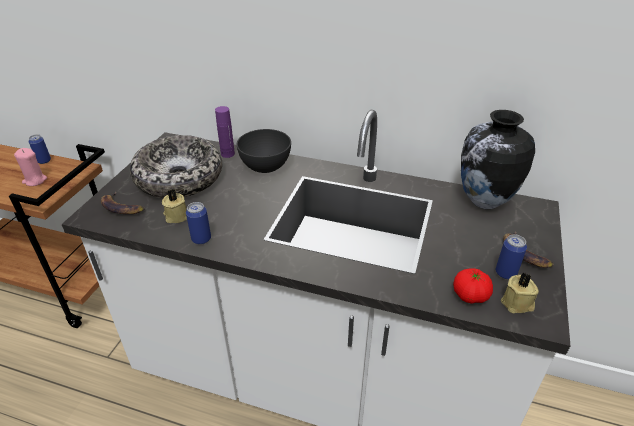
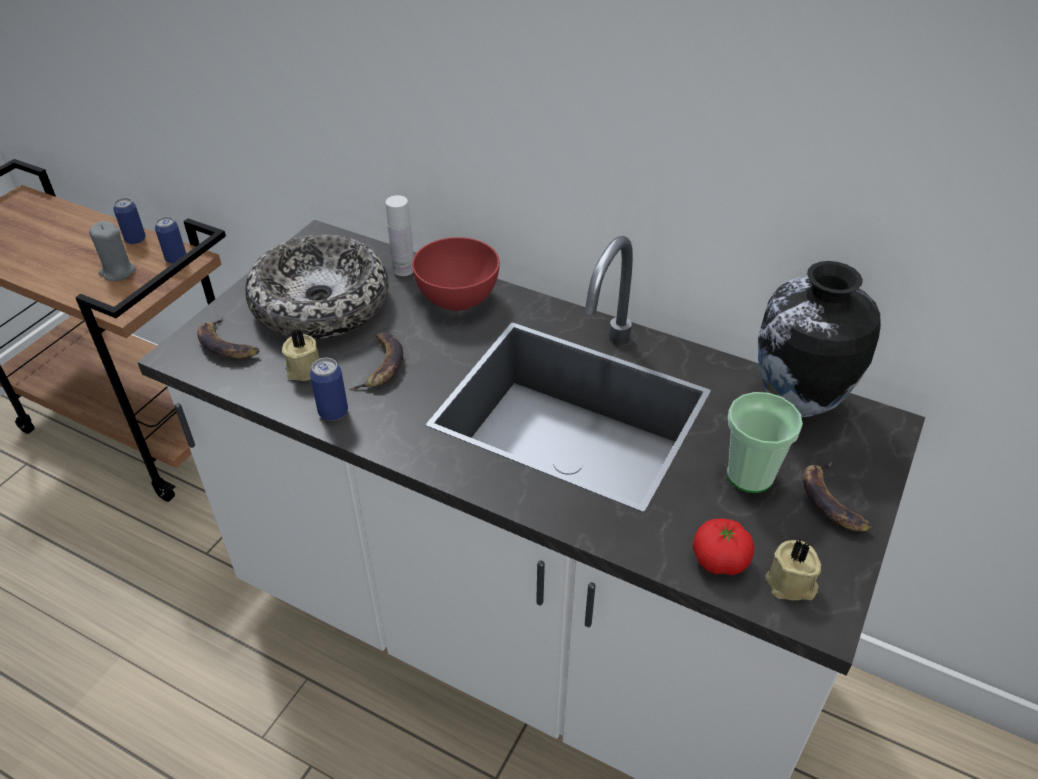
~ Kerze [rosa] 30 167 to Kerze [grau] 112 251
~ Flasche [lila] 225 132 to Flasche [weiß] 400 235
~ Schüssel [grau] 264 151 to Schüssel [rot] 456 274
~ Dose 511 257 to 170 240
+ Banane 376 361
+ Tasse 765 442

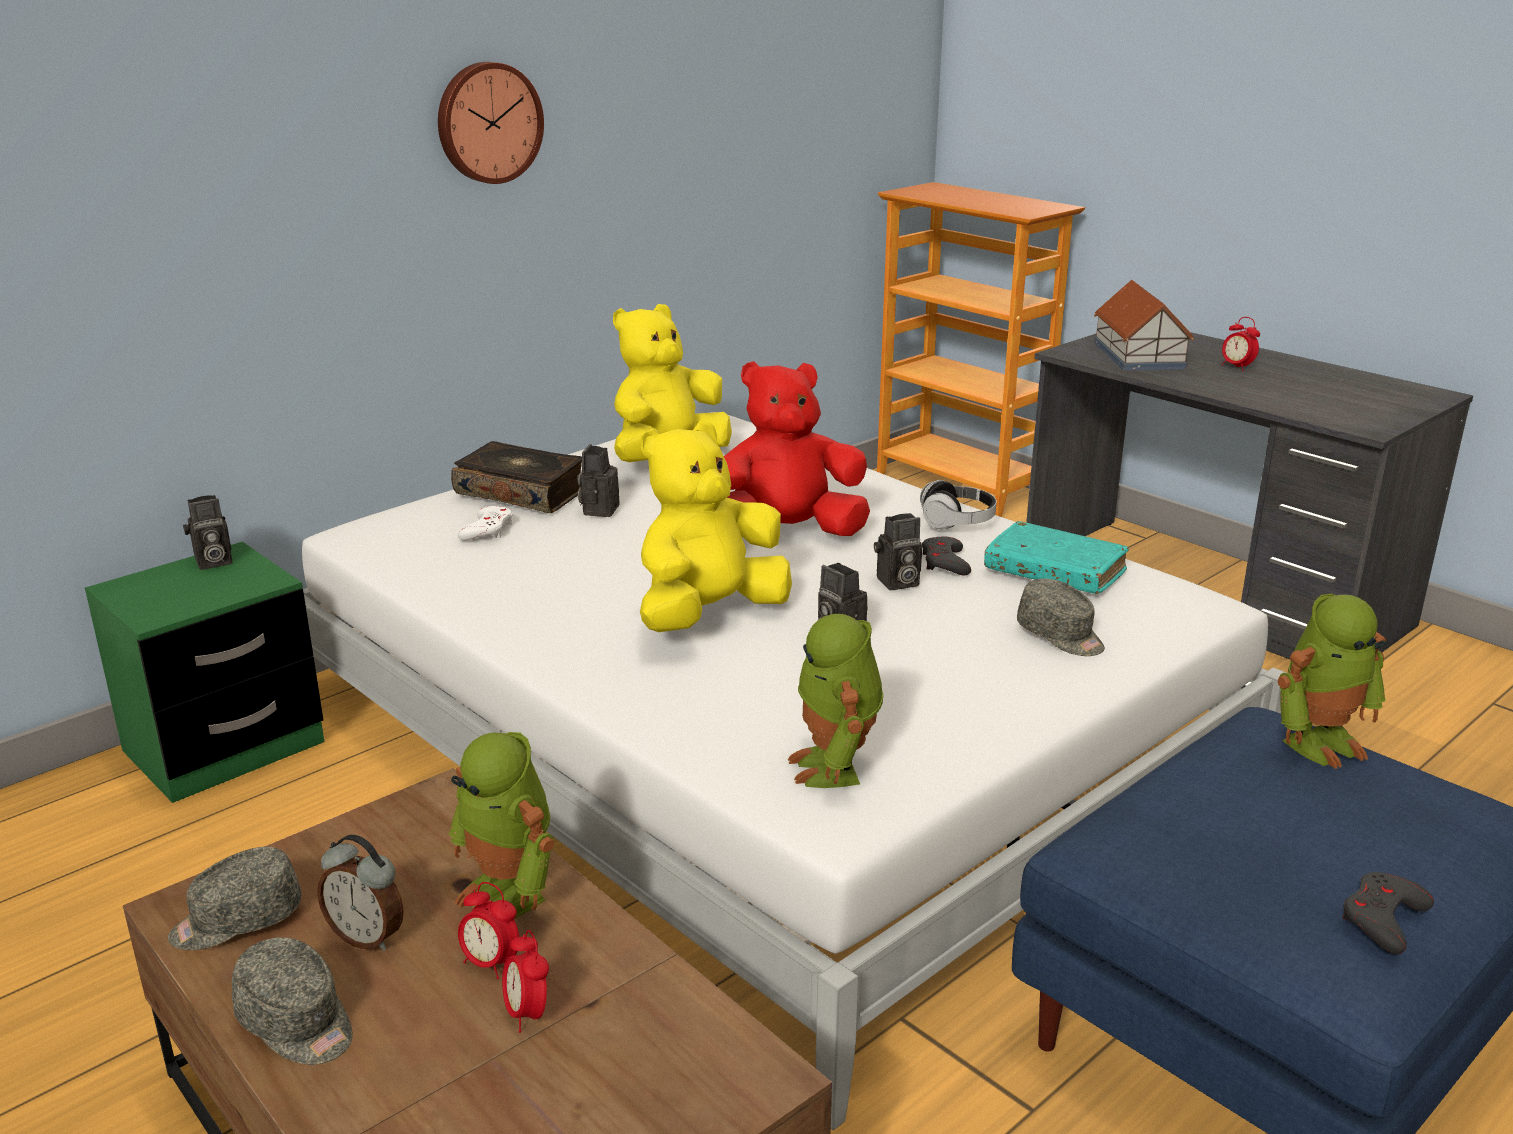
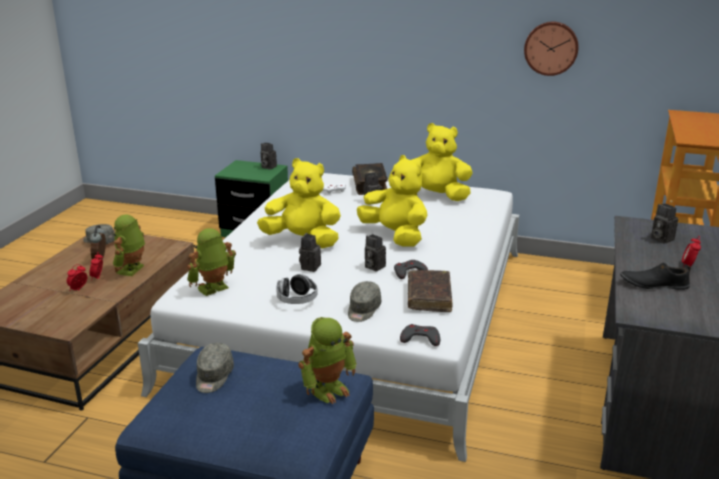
~ Kappe [grau] 292 1001 to 215 368
~ Wanduhr 491 123 to 551 49
~ Plüschtier [rot] 797 448 to Plüschtier [gelb] 392 200
~ Kopfhörer 958 505 to 297 289
~ Buch [türkis] 1056 557 to Buch [braun] 430 291
~ Spielzeughaus 1144 325 to Kamera 664 224
~ Spielzeugroboter 1332 681 = 327 360 75 degrees counterclockwise
~ Gamepad [grau] 1388 913 to 420 335
+ Schuh [schwarz] 655 276

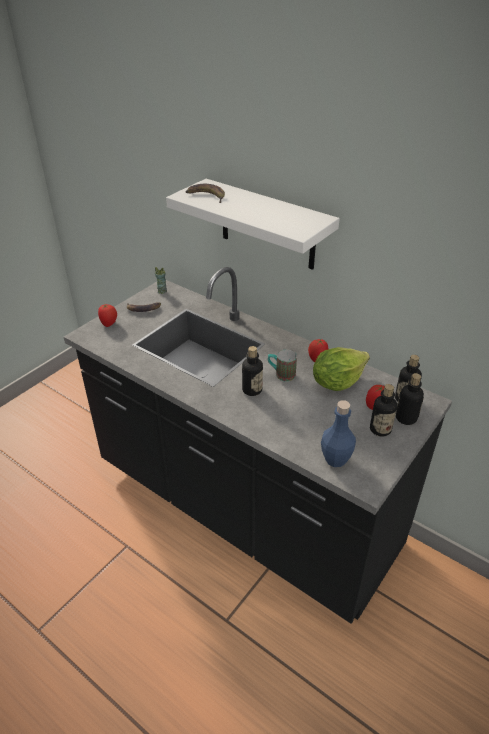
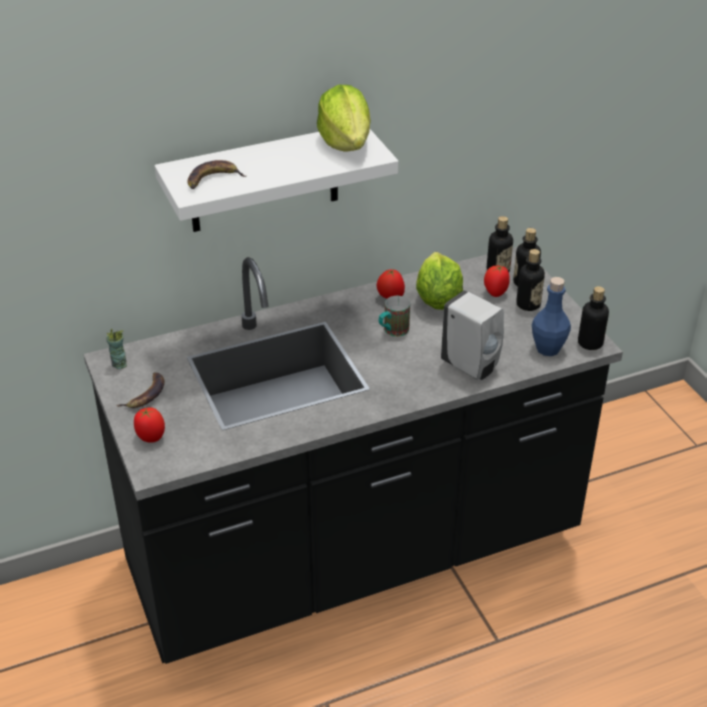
~ Flasche 252 371 to 593 318
+ Salatkopf 344 118
+ Seifenspender [weiß] 472 335

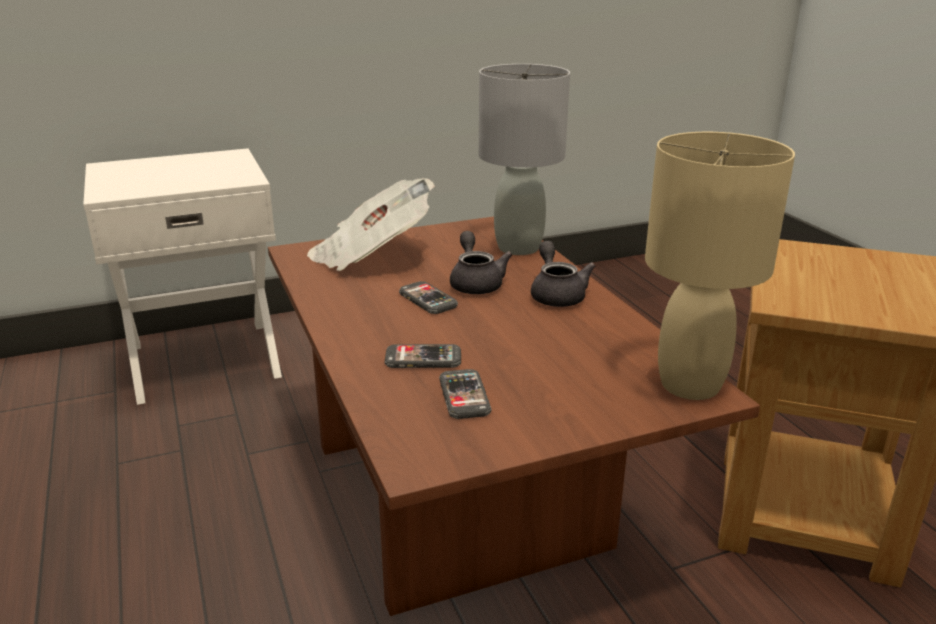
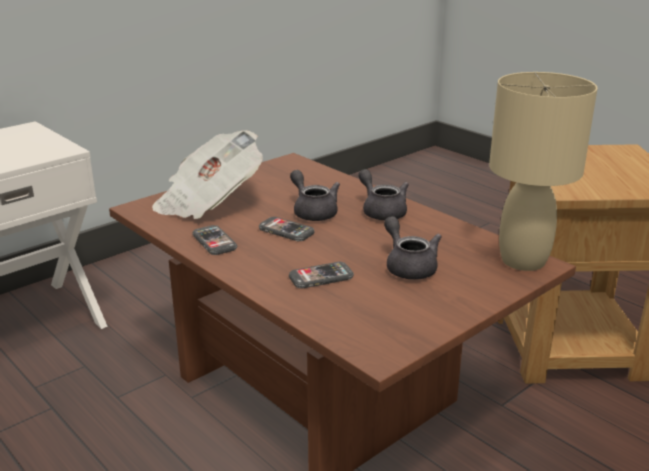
~ Handy 465 394 to 214 240
- Tischlampe [grau] 524 159
+ Teekanne [grau] 413 248

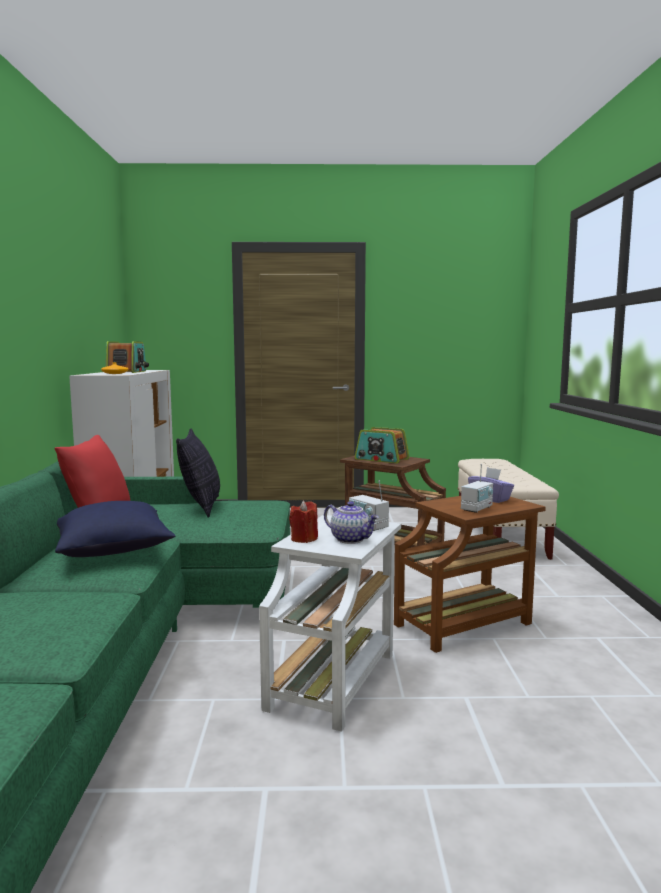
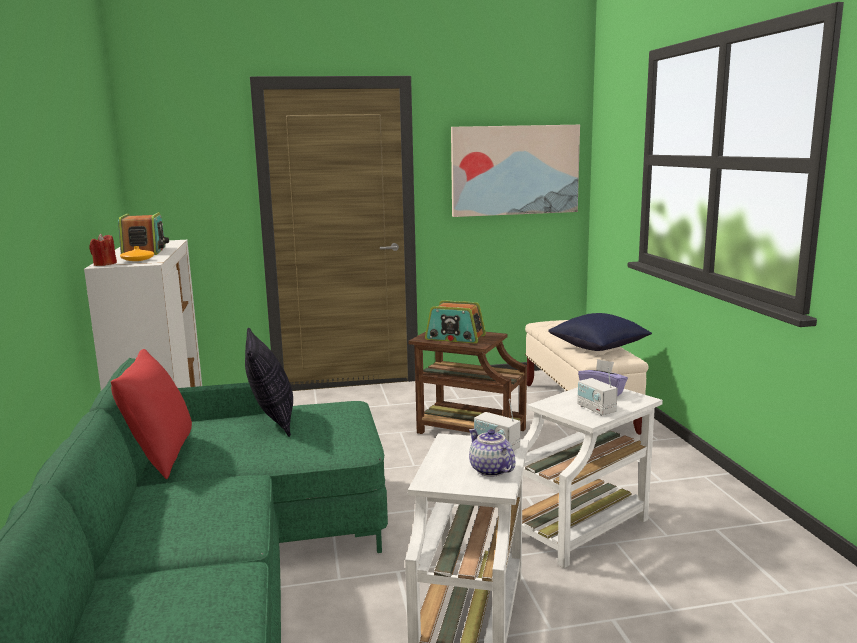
~ Kissen [blau] 115 529 to 600 332
~ Kerze [rot] 303 522 to 103 250
~ Teekanne 351 522 = 492 453 150 degrees counterclockwise
~ Beistelltisch [braun] 470 574 to Beistelltisch [weiß] 592 477
~ Radio 477 488 = 597 391 120 degrees clockwise
+ Bild 515 171

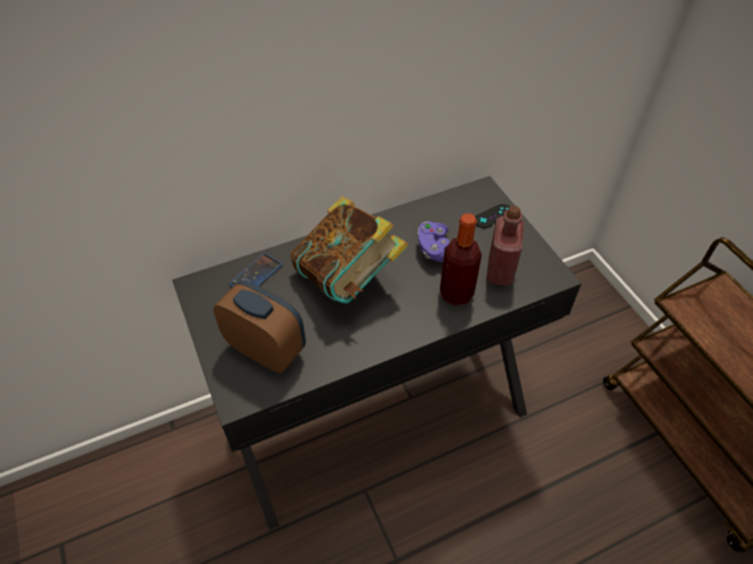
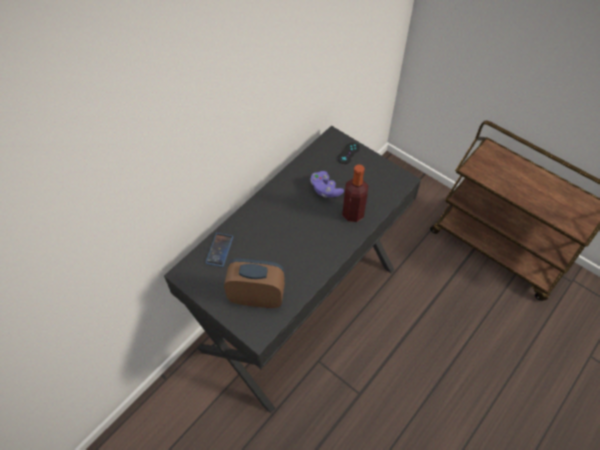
- Buch 349 250
- Flasche [rot] 505 246

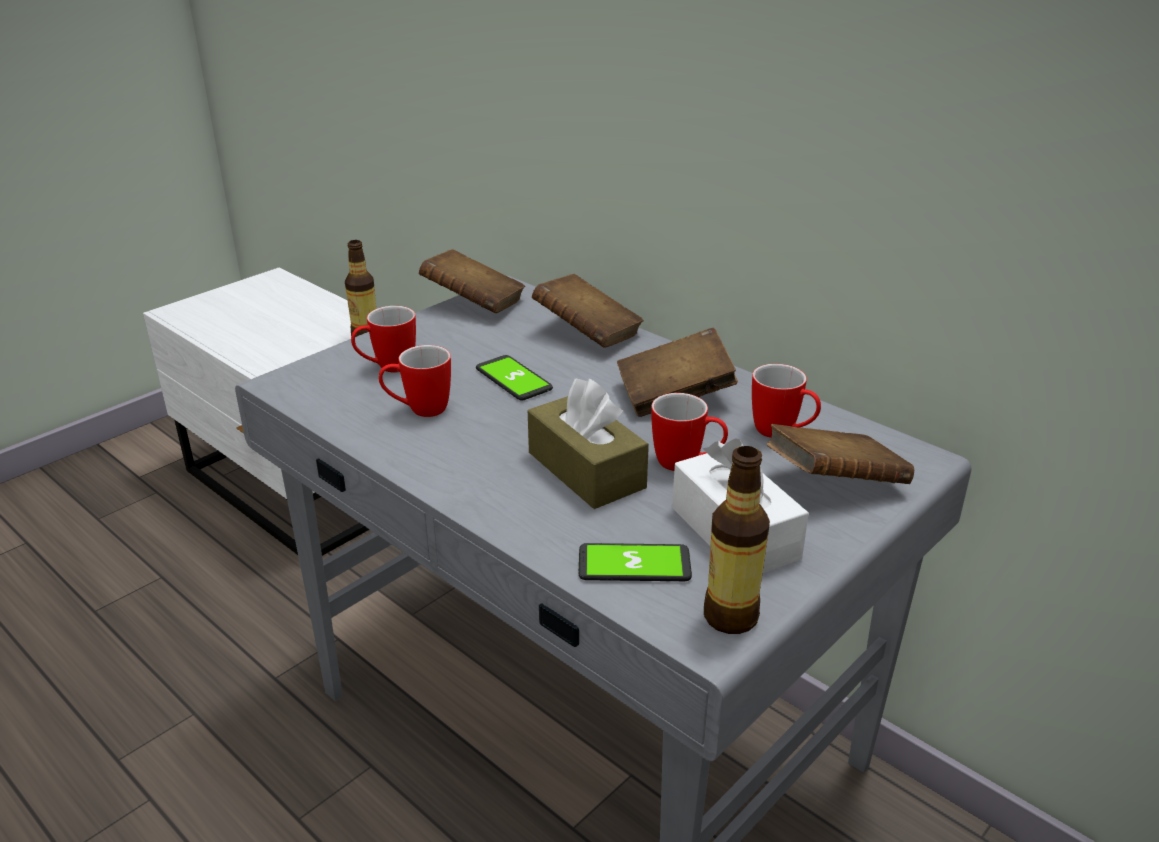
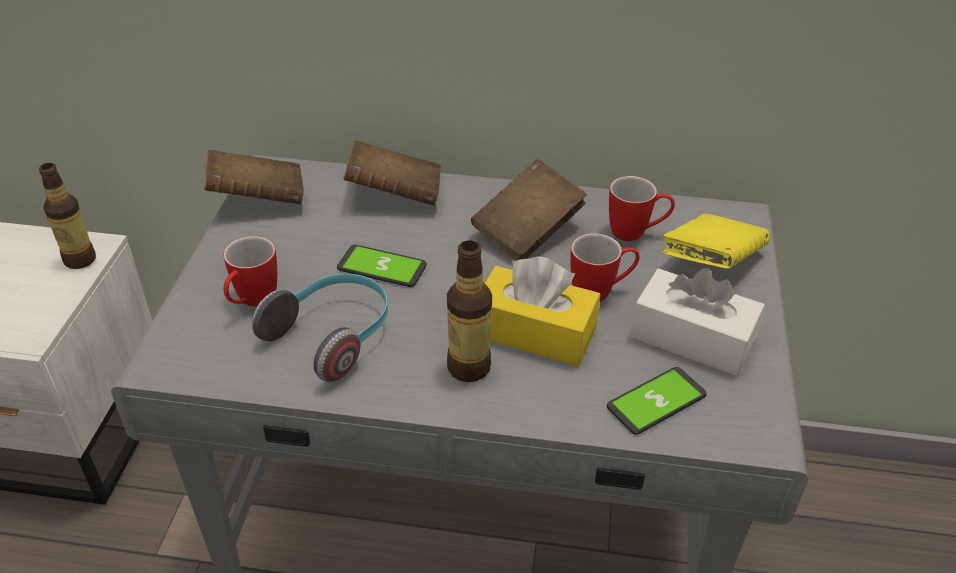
~ Henkelbecher 415 381 to Kopfhörer 320 327
~ Taschentuchbox [braun] 588 443 to Taschentuchbox [gelb] 542 311
~ Flasche 737 540 to 469 311
~ Buch [braun] 840 454 to Buch [gelb] 716 241

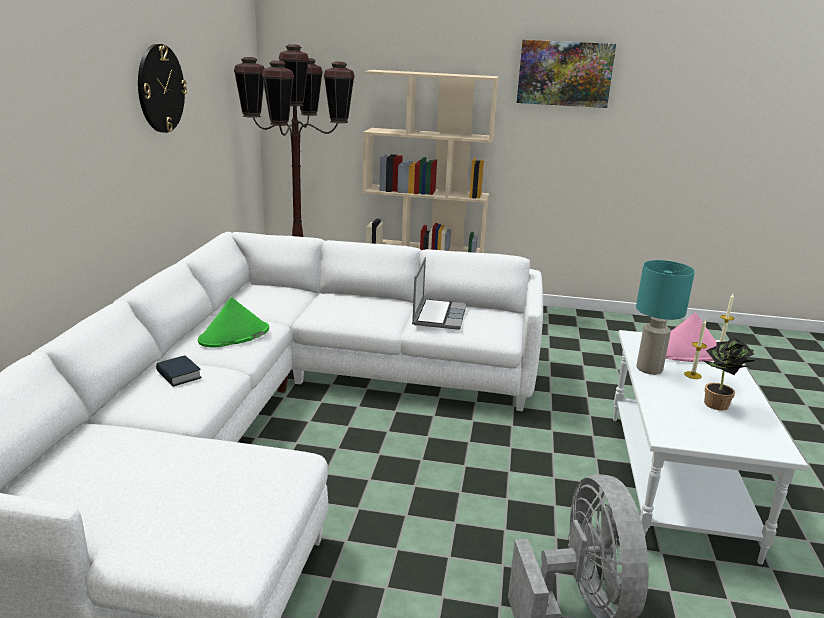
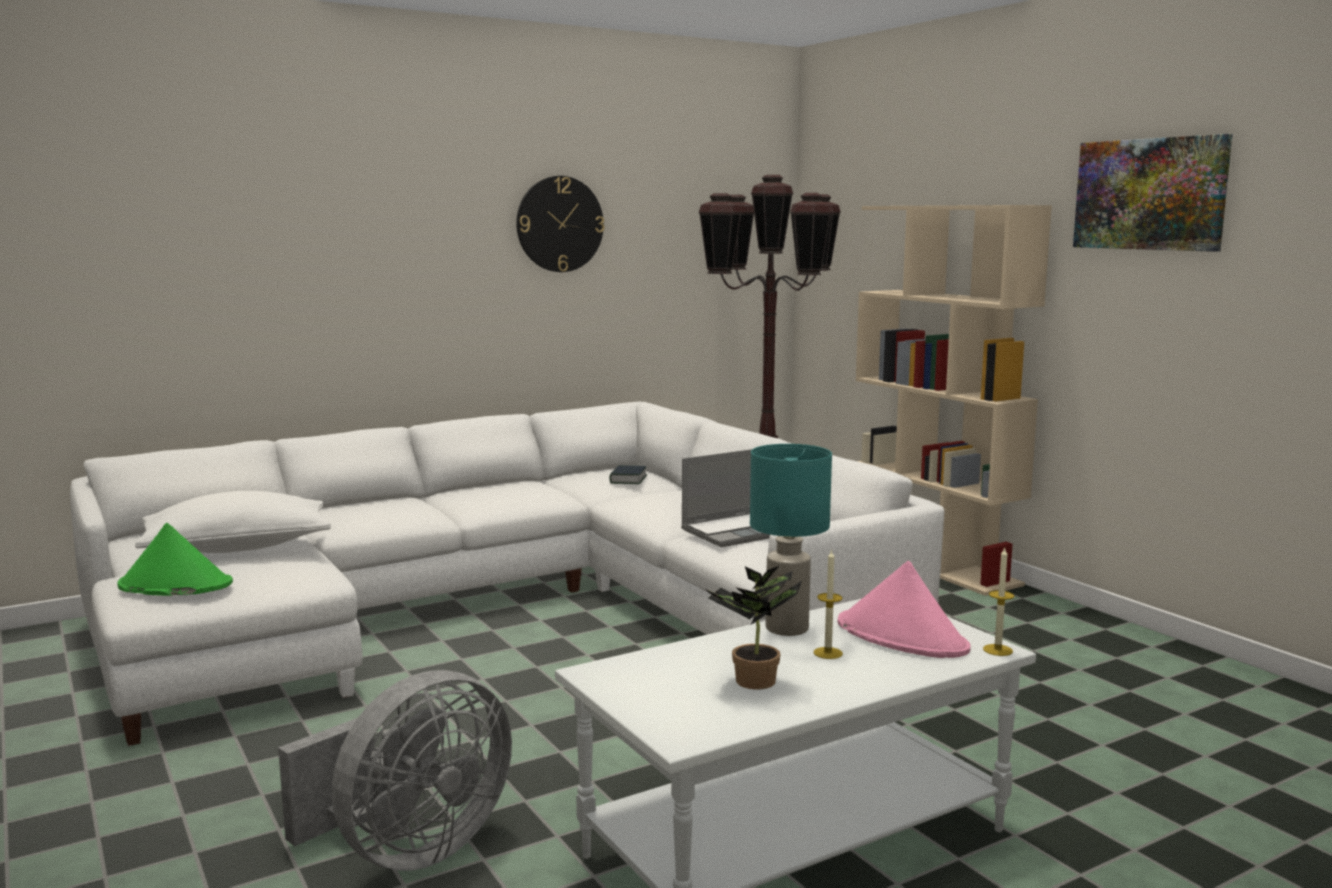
~ Buch 179 371 to 628 474
~ Hut [grün] 233 322 to 175 559
+ Kissen [weiß] 233 522

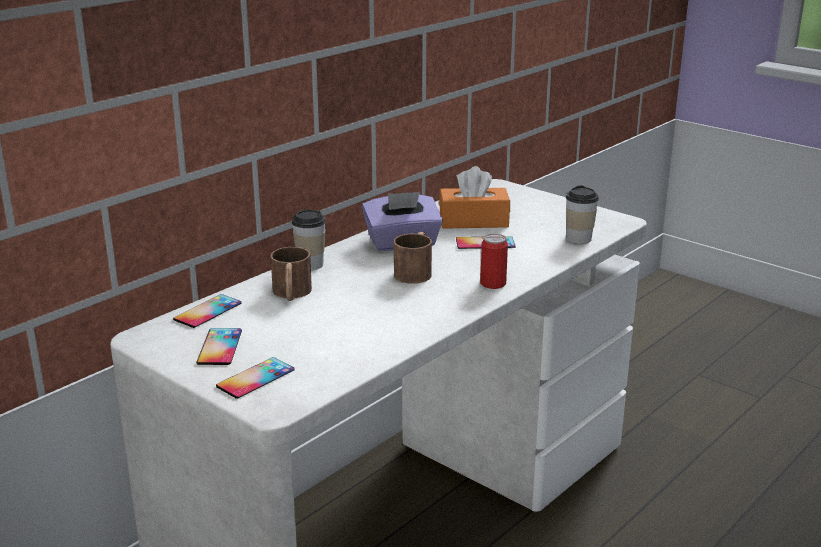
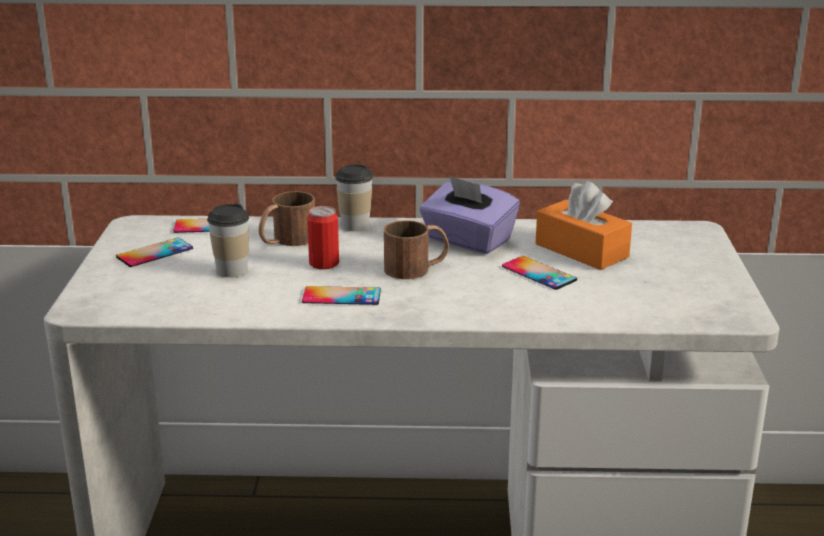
~ Handy 255 378 to 341 295
~ Dose 494 261 to 323 237
~ Tasse 582 215 to 228 240

